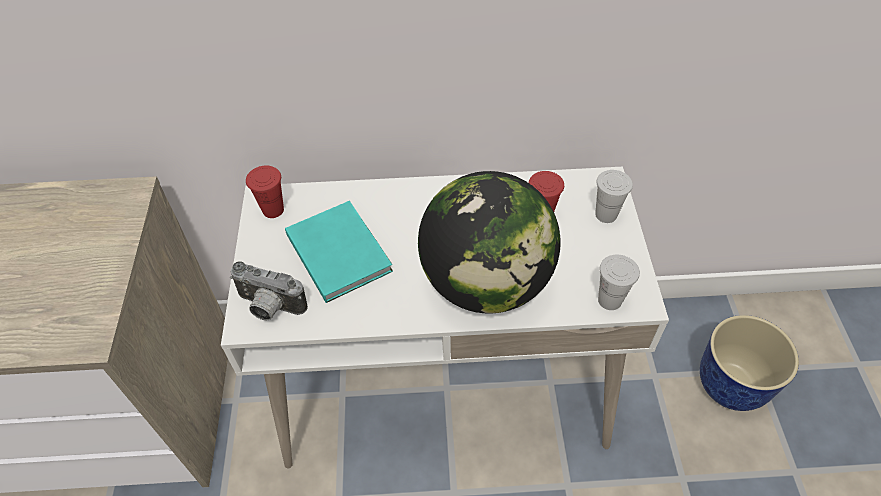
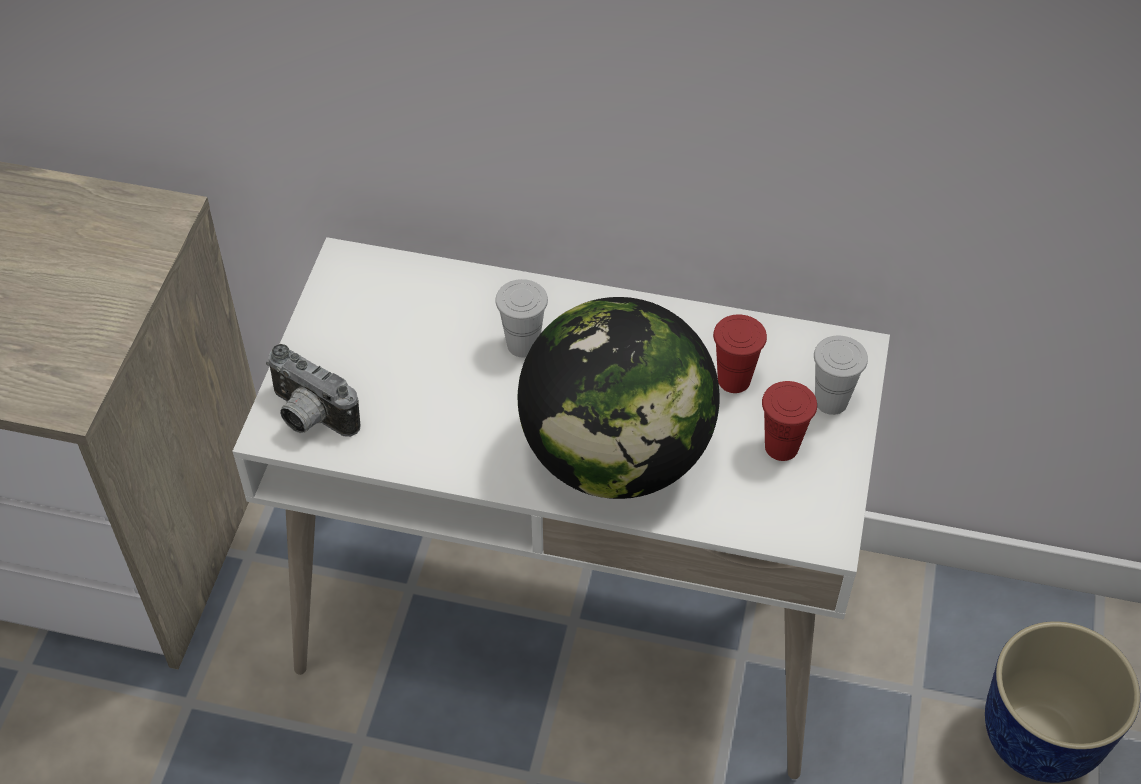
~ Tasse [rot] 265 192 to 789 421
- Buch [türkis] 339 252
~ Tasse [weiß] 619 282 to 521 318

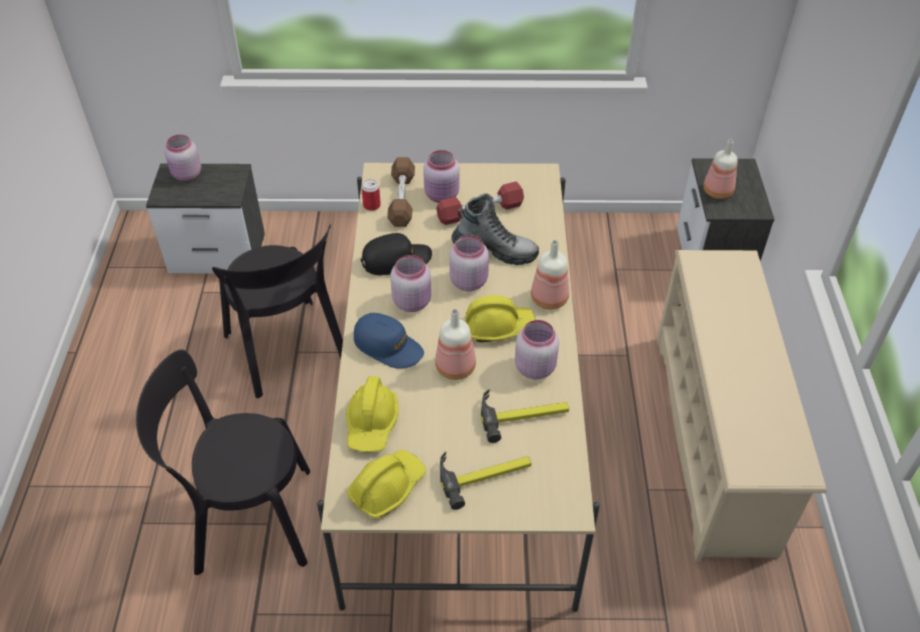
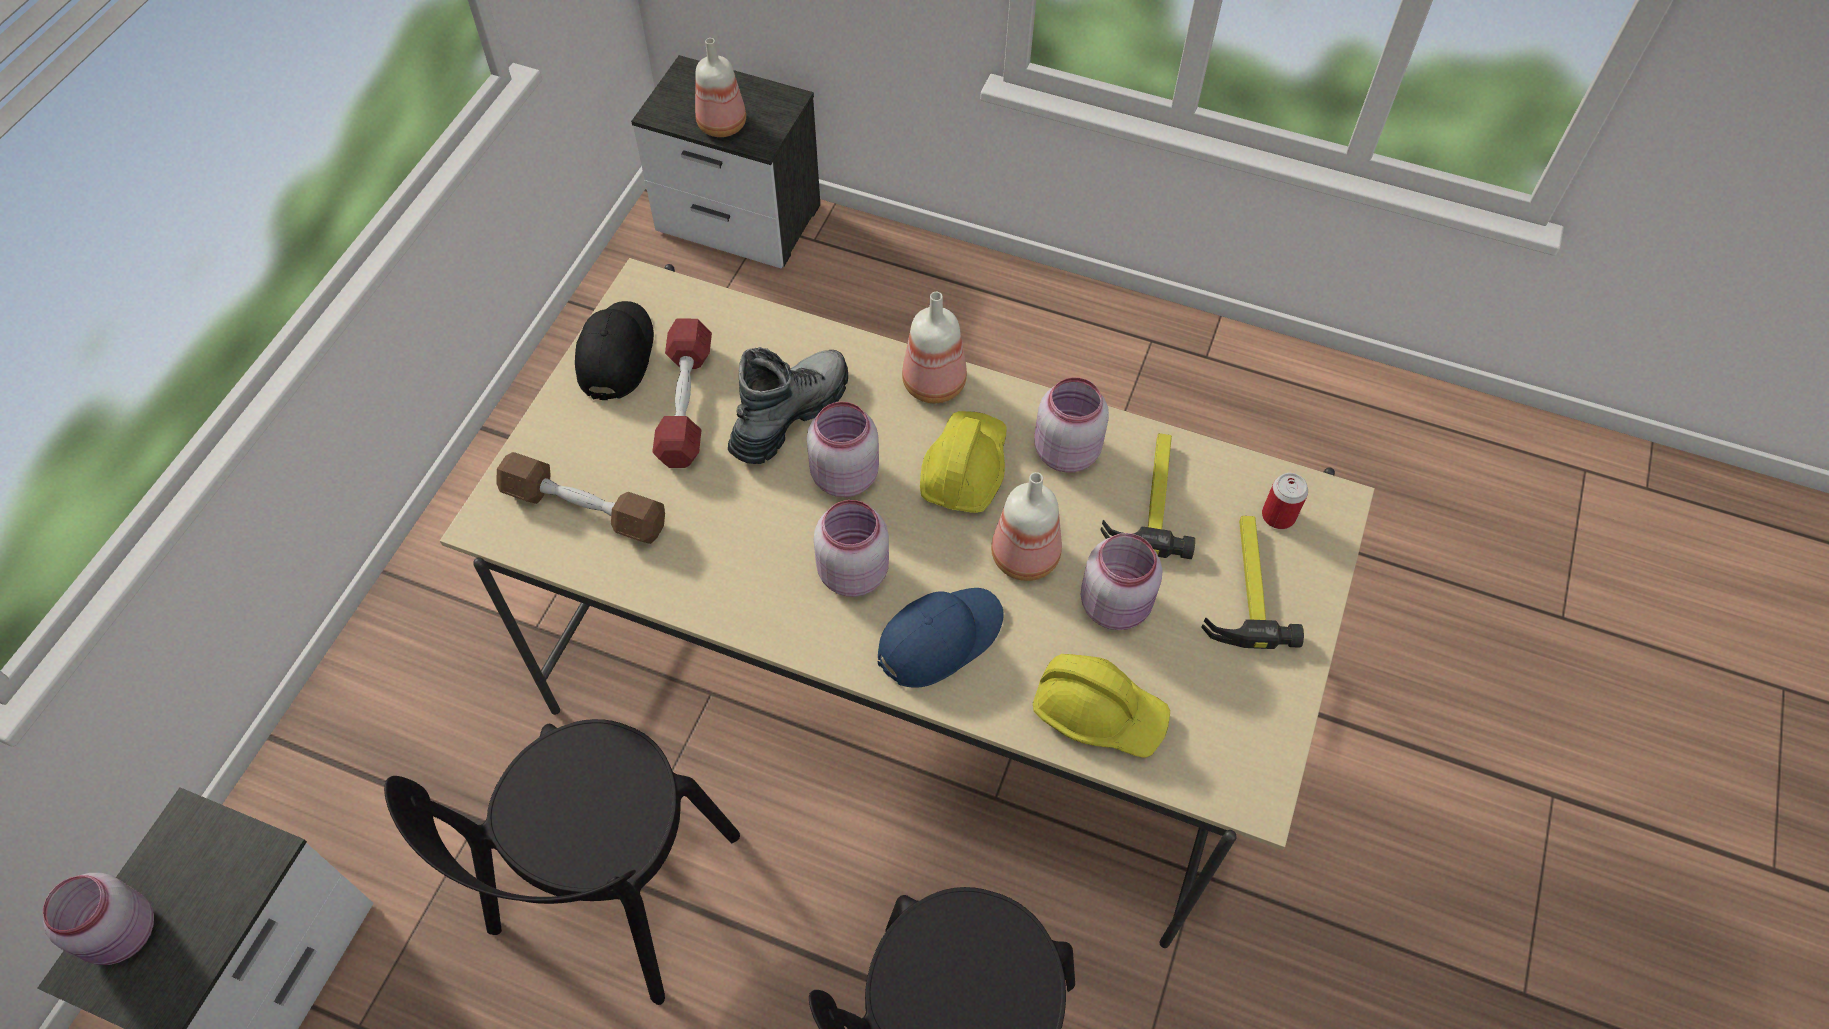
~ Stuhl [schwarz] 277 311 = 562 862 120 degrees clockwise
- Schutzhelm [gelb] 386 484
~ Dose 371 195 to 1285 501
~ Kappe [schwarz] 396 254 to 614 350
~ Vorratsglas [rosa] 441 176 to 1122 581
- Schuhregal [beige] 741 406

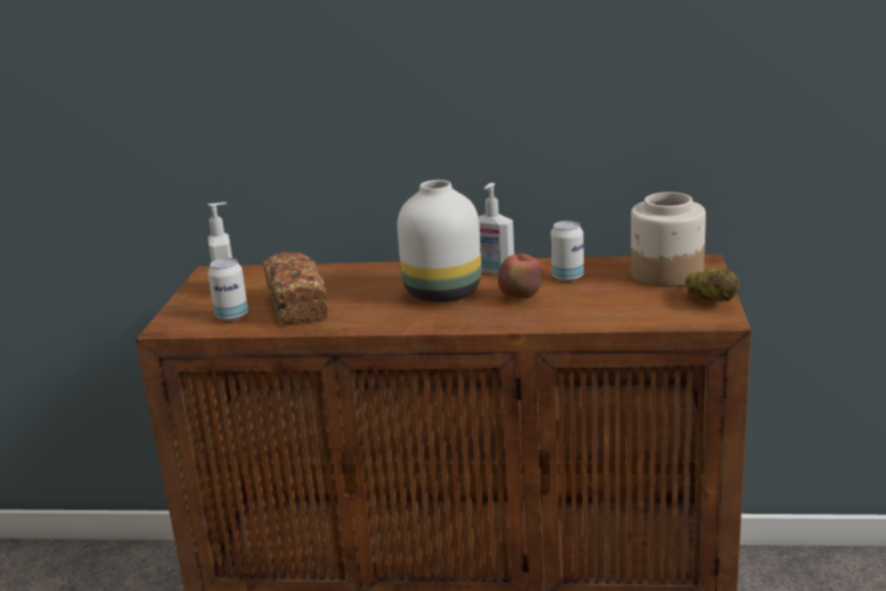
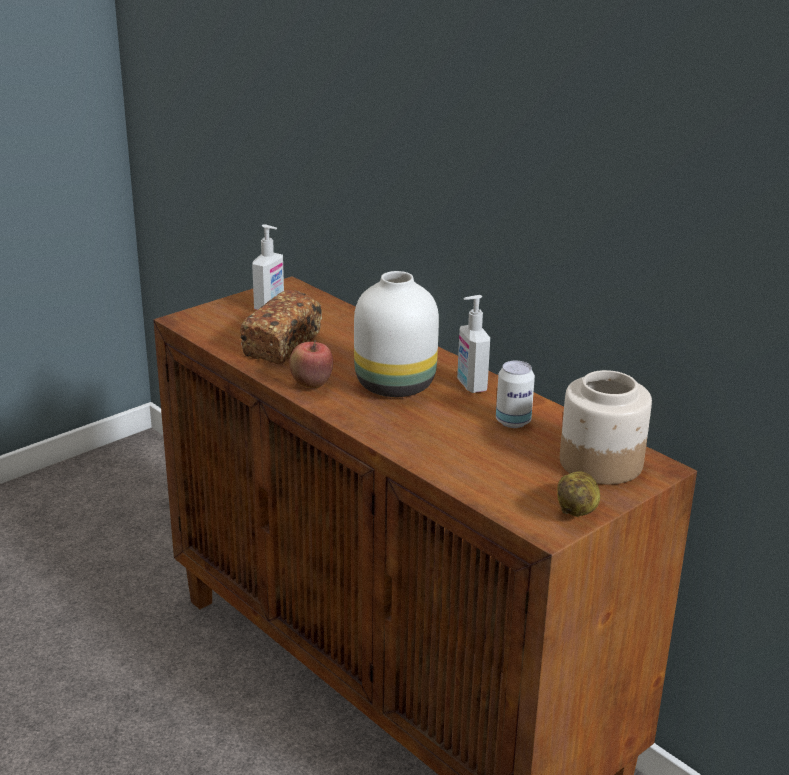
- Dose 228 290
~ Apfel 520 275 to 311 364

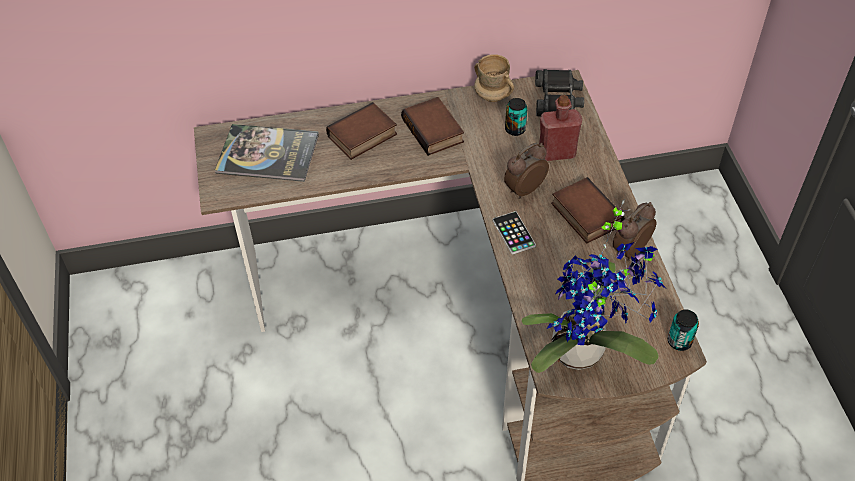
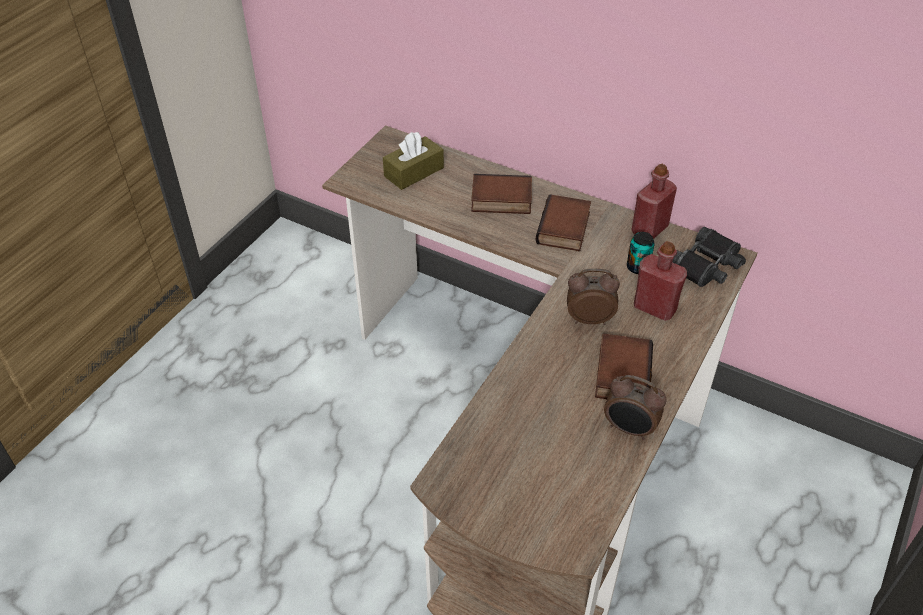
~ Buch 267 153 to Taschentuchbox [braun] 413 161
~ Henkelbecher [beige] 494 78 to Flasche [rot] 654 201
- Handy 514 232
- Topfpflanze 594 286
~ Wecker 634 231 = 635 407 150 degrees counterclockwise
- Dose 683 330

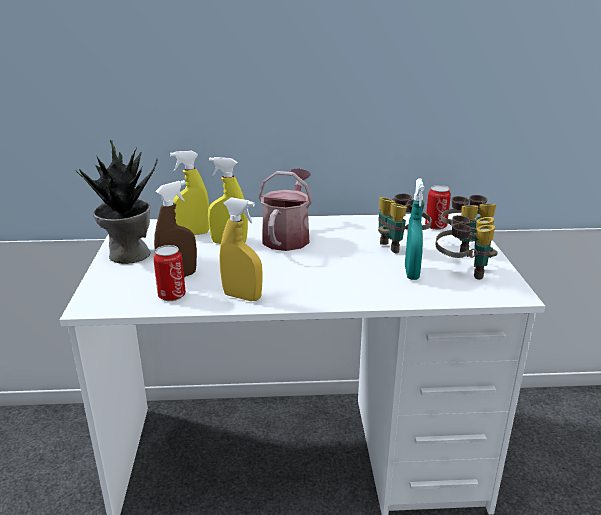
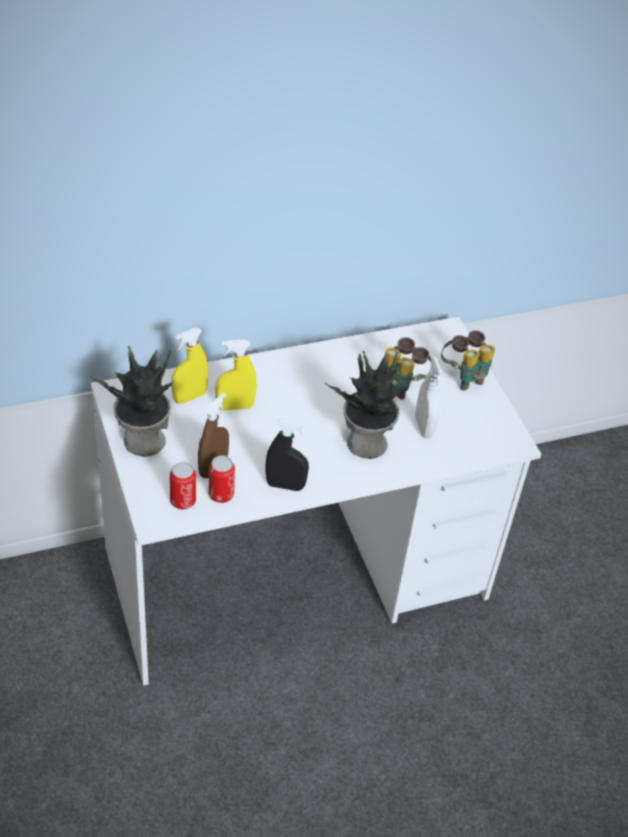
~ Sprühflasche [gelb] 241 249 to Sprühflasche [schwarz] 287 454
- Gießkanne 285 209
~ Sprühflasche [türkis] 414 229 to Sprühflasche [weiß] 429 398
~ Dose 438 207 to 183 485
- Fernglas 466 247
+ Topfpflanze 368 405

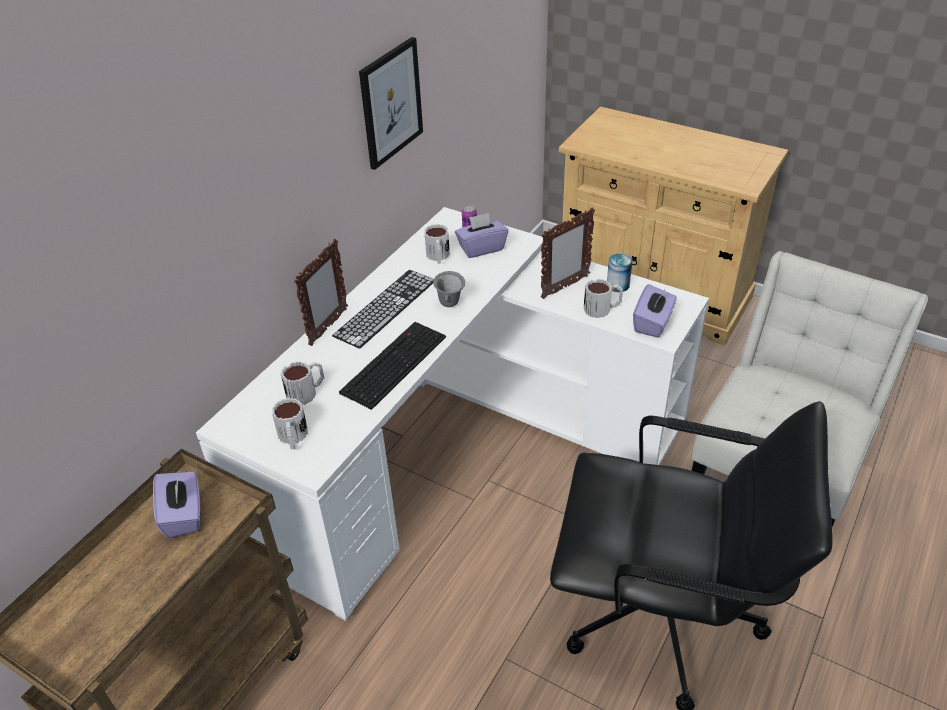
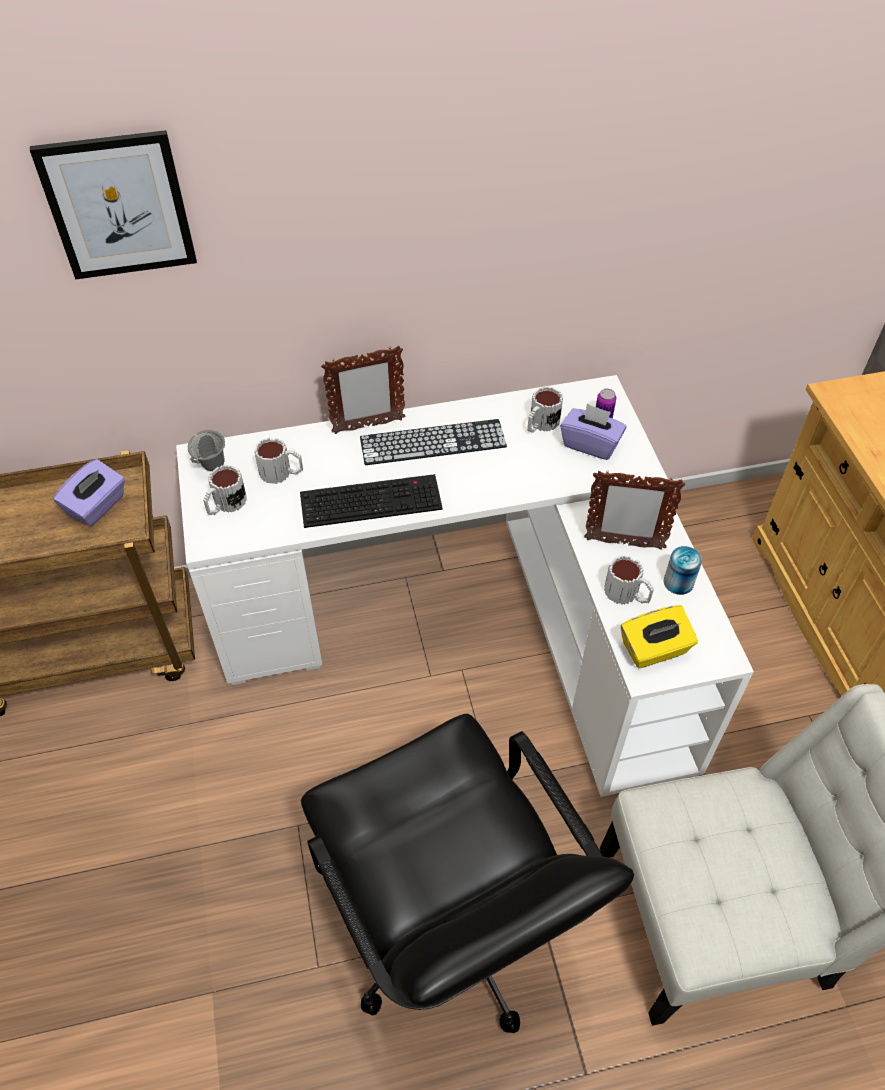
~ Bild 391 103 to 113 205
~ Henkelbecher [grau] 449 289 to 206 450
~ Taschentuchbox [lila] 655 311 to Taschentuchbox [gelb] 659 636

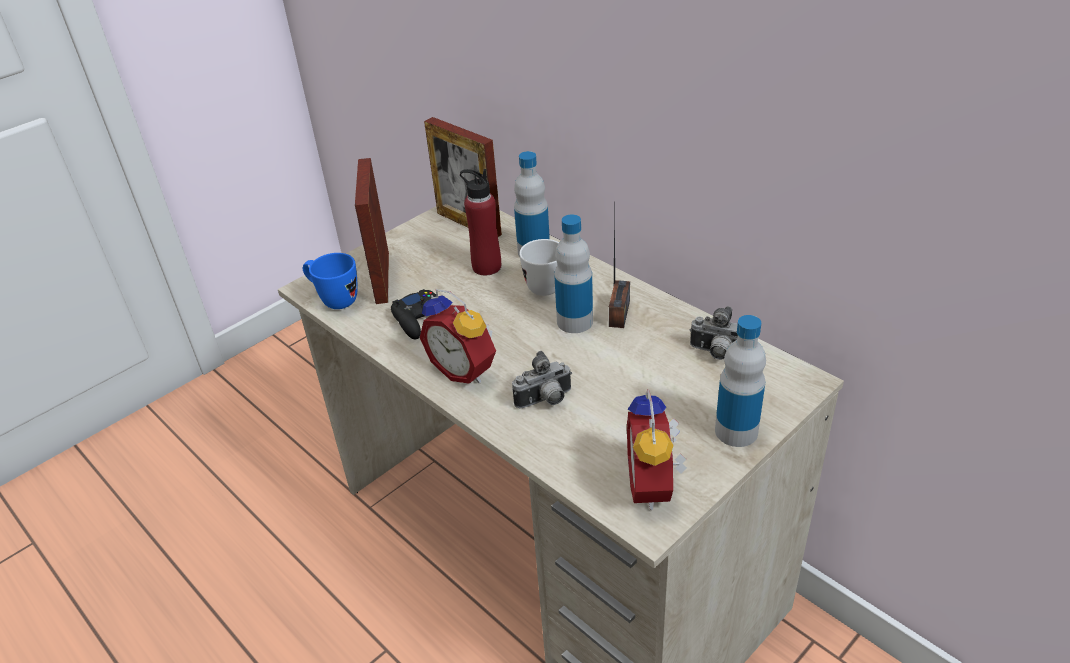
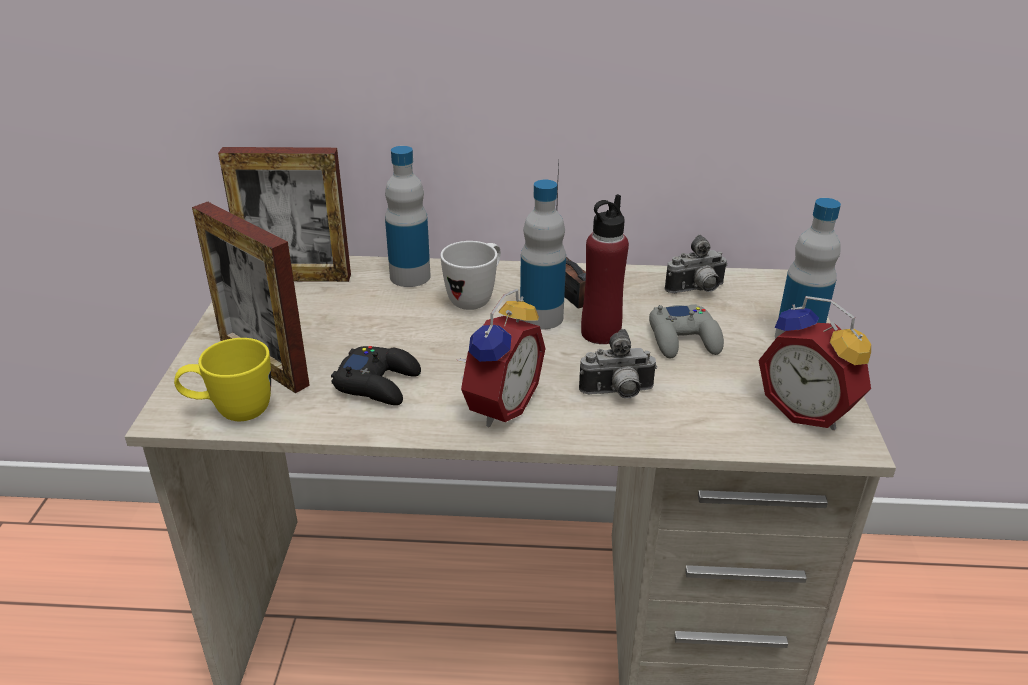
~ Henkelbecher [blau] 330 281 to Henkelbecher [gelb] 222 379
~ Wecker 457 336 = 501 357 60 degrees counterclockwise
~ Flasche [rot] 480 222 to 605 269
~ Kamera 542 380 = 618 363 60 degrees clockwise
+ Gamepad [grau] 686 331

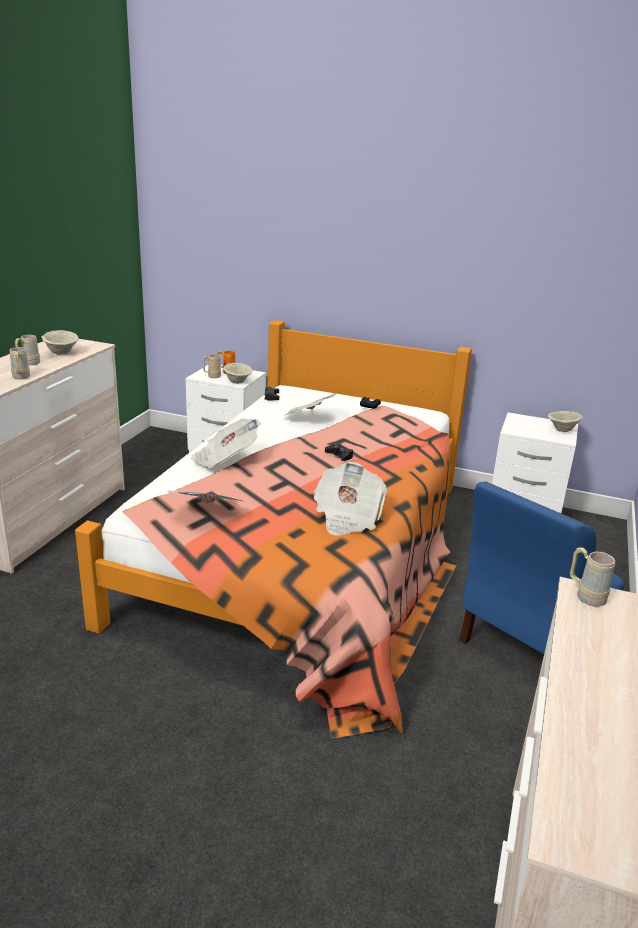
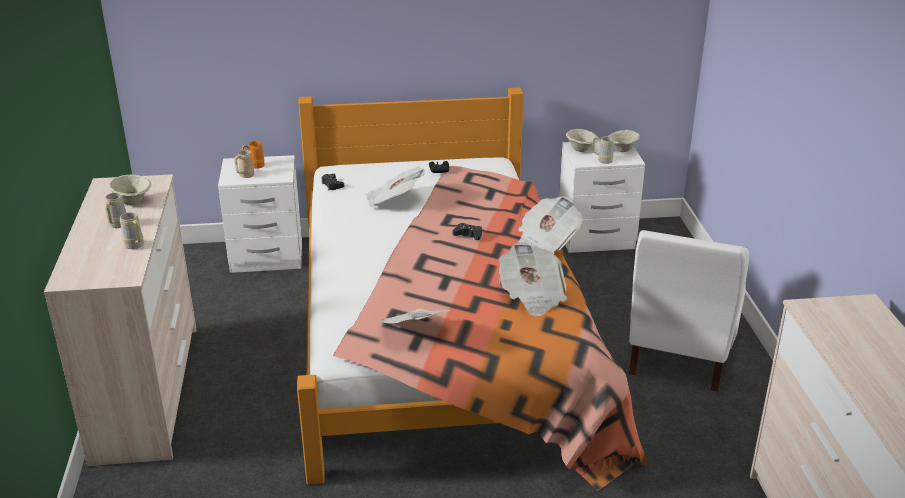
~ Zeitung 226 443 to 550 225
~ Schüssel [beige] 238 373 to 582 140
~ Stuhl [blau] 541 583 to Stuhl [weiß] 689 310
~ Henkelbecher [beige] 592 576 to 603 150

